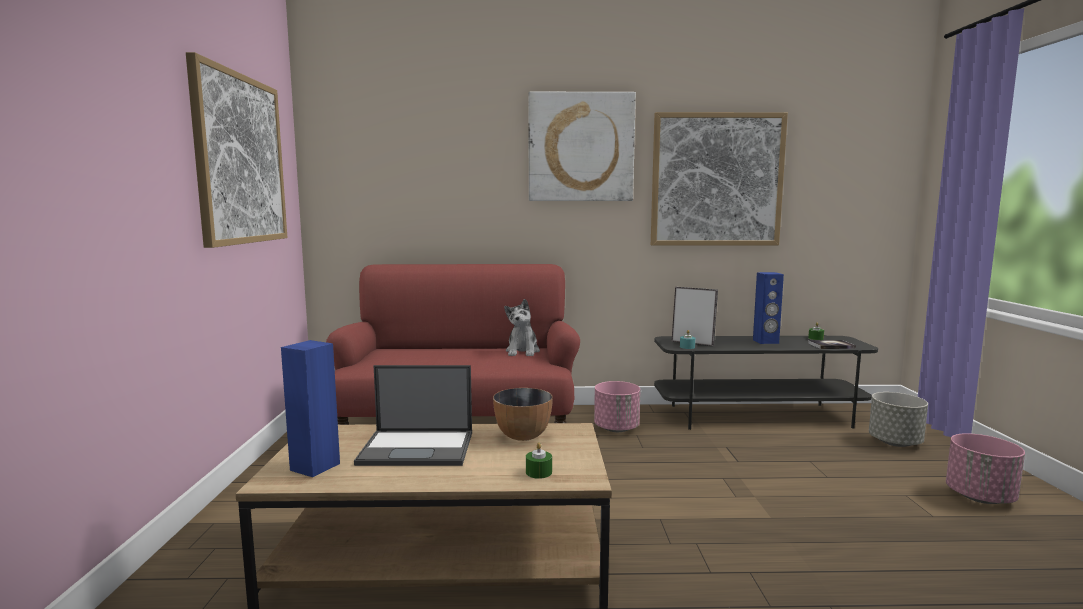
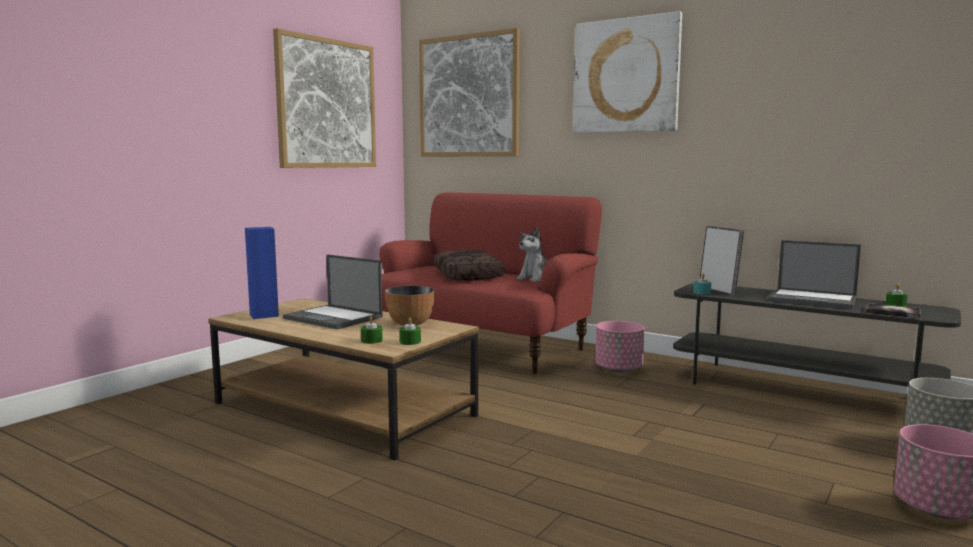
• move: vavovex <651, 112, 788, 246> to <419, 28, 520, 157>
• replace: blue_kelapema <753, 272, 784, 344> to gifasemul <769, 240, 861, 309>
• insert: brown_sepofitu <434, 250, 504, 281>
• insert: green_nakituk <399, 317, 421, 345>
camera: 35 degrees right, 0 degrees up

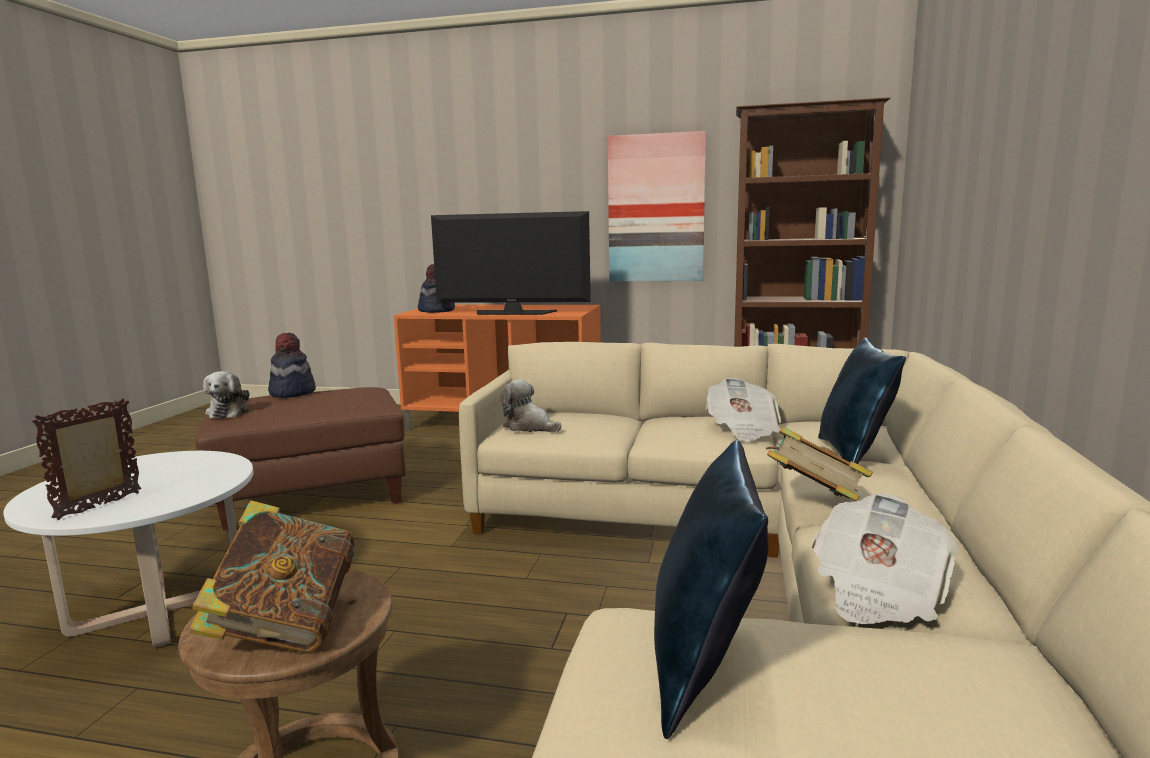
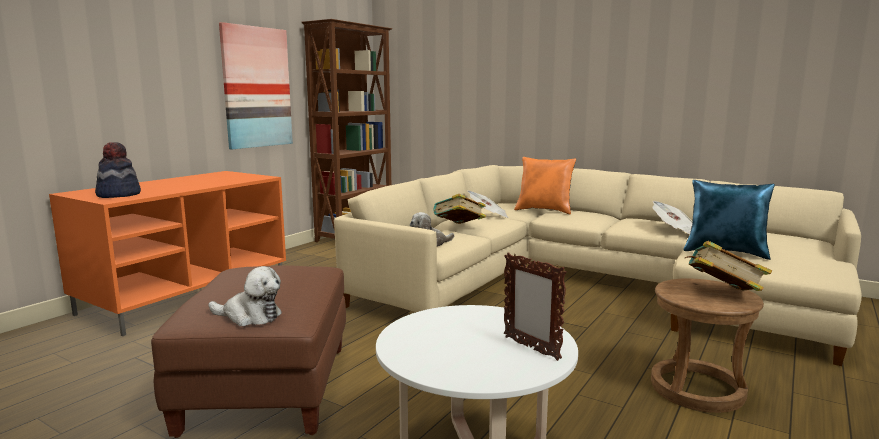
• delete: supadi <431, 211, 591, 315>
• delete: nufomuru <268, 333, 316, 398>
• recolor: blue_sepofitu <818, 337, 906, 464> to orange_sepofitu <514, 157, 576, 214>
• move: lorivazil <766, 426, 873, 501> to <433, 194, 486, 224>
camera: 70 degrees left, 0 degrees up

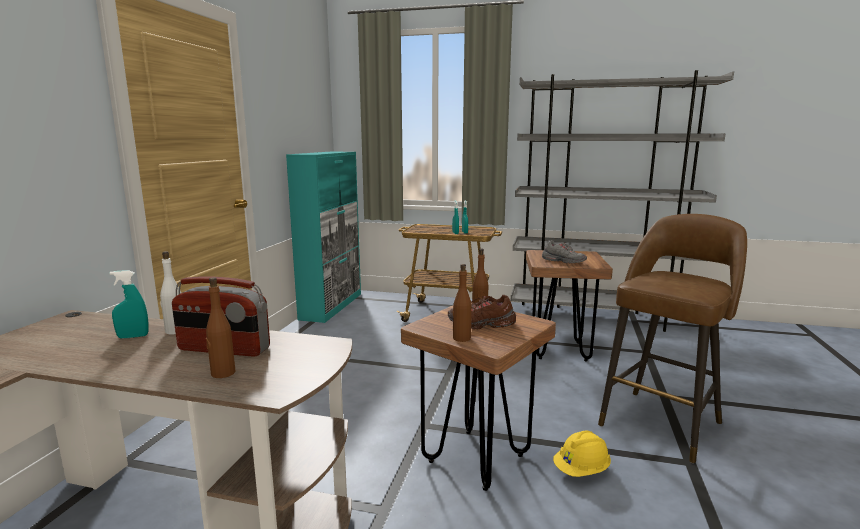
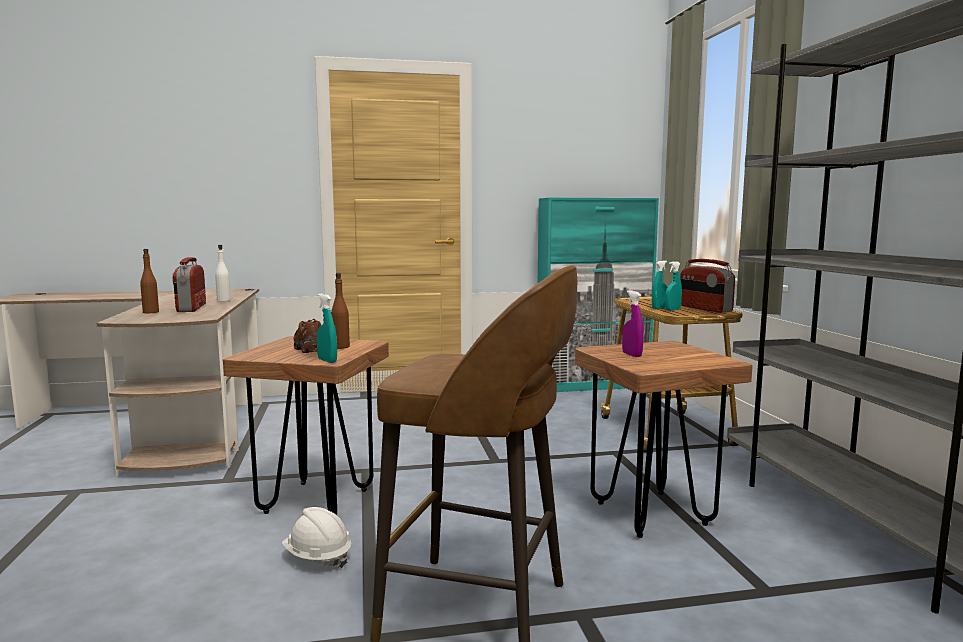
• replace: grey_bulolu <542, 240, 587, 263> to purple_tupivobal <622, 290, 644, 357>
• delete: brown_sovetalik <453, 264, 472, 342>
• move: turquoise_tupivobal <110, 270, 149, 338> to <316, 294, 337, 363>
• recolor: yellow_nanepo <553, 431, 611, 477> to white_nanepo <282, 507, 351, 568>
• insert: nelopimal <680, 259, 735, 313>
camera: 65 degrees right, 5 degrees down

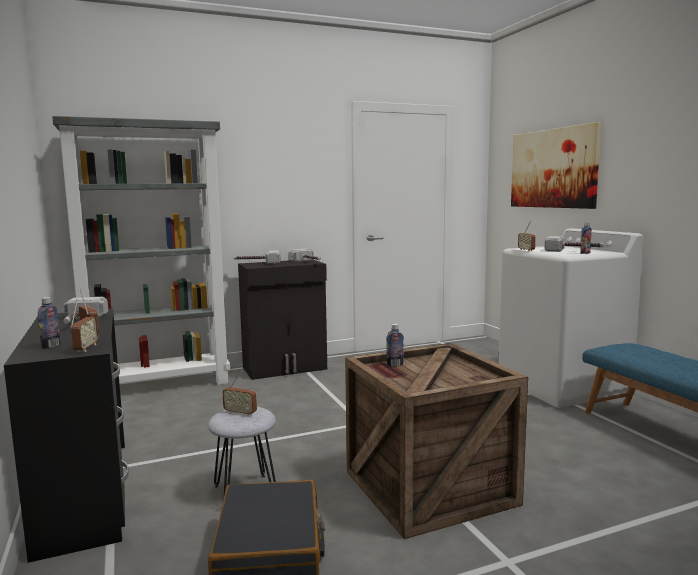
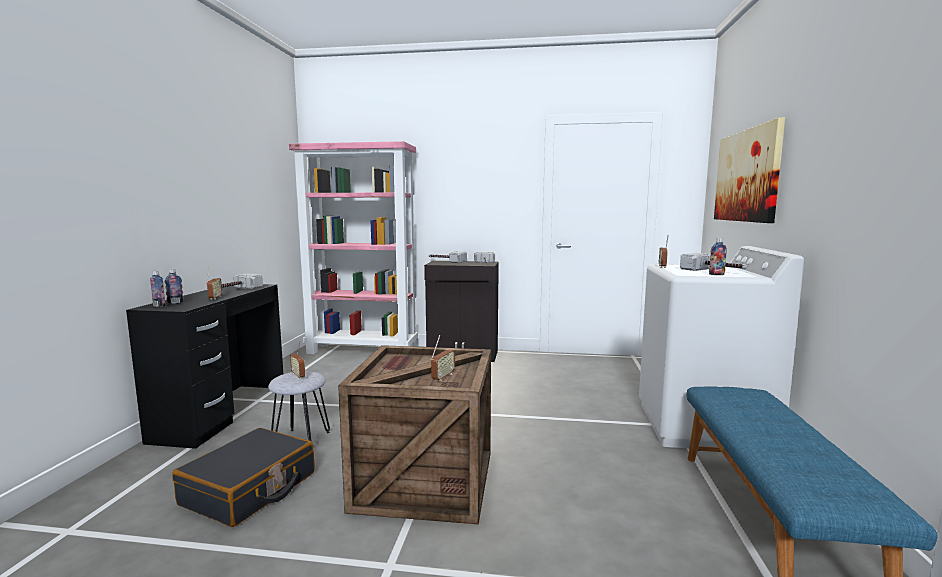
• recolor: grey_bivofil <52, 116, 230, 385> to pink_bivofil <289, 141, 418, 354>
• move: nelopimal <70, 299, 98, 352> to <431, 335, 455, 381>
• move: sovetalik <386, 324, 404, 366> to <150, 271, 166, 307>
camera: 30 degrees right, 0 degrees up

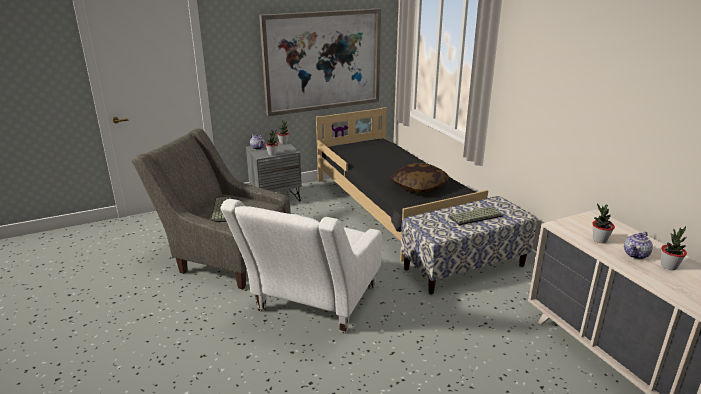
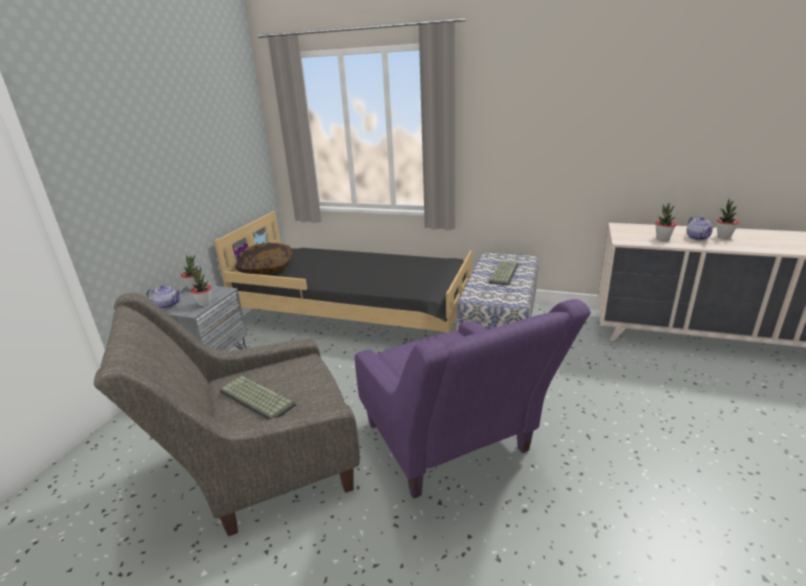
• delete: vavovex <259, 9, 381, 116>
• move: sepofitu <390, 163, 449, 194> to <235, 243, 293, 275>
• recolor: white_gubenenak <220, 199, 382, 334> to purple_gubenenak <355, 299, 591, 498>
camera: 45 degrees left, 0 degrees up

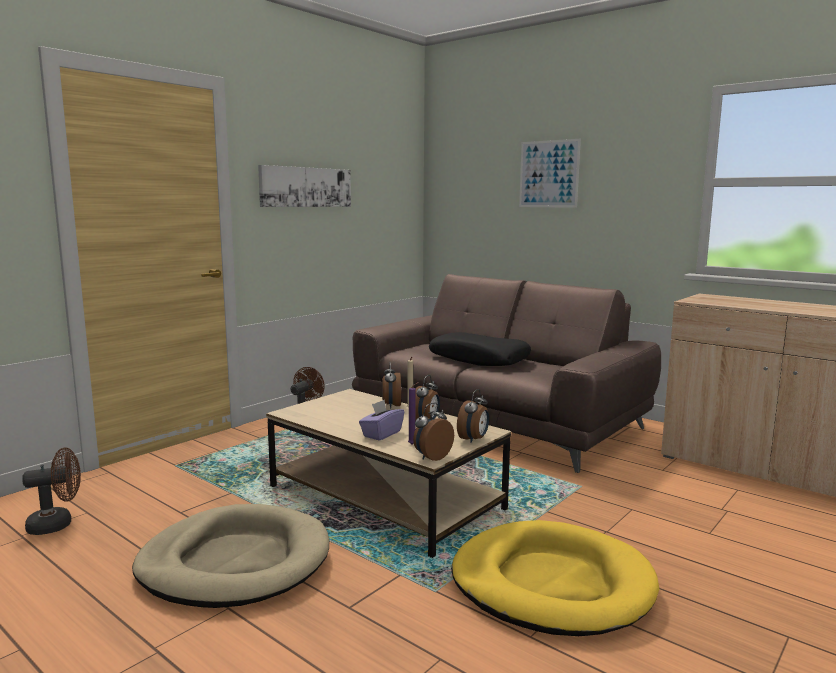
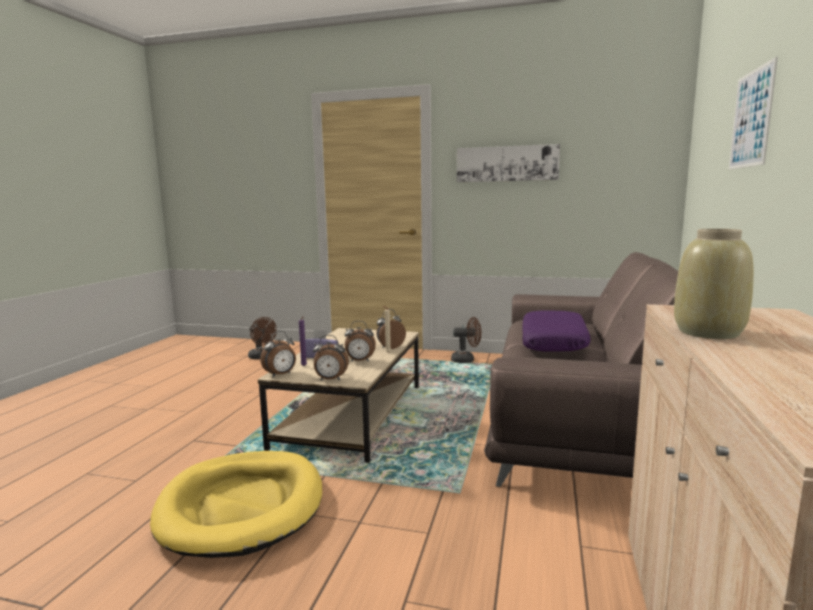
• recolor: black_sepofitu <429, 332, 531, 366> to purple_sepofitu <522, 310, 591, 351>
• rotate: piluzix <413, 403, 454, 461> = <260, 331, 296, 377> 120 degrees clockwise
• delete: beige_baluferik <132, 504, 329, 608>
• insert: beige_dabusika <674, 229, 754, 339>
camera: 65 degrees right, 0 degrees up

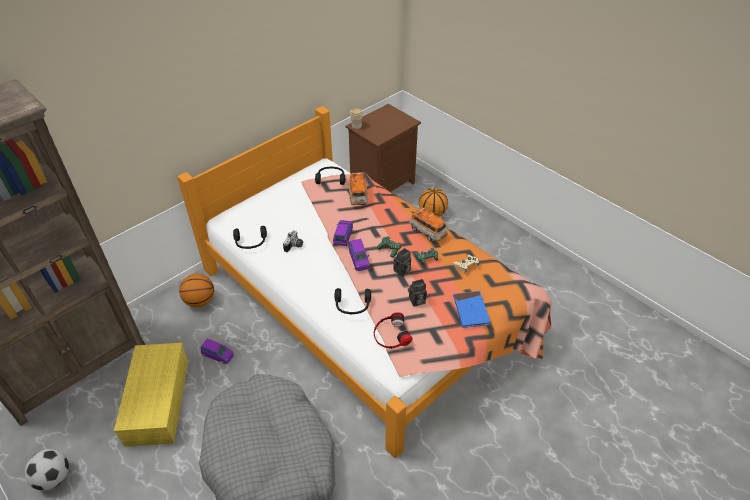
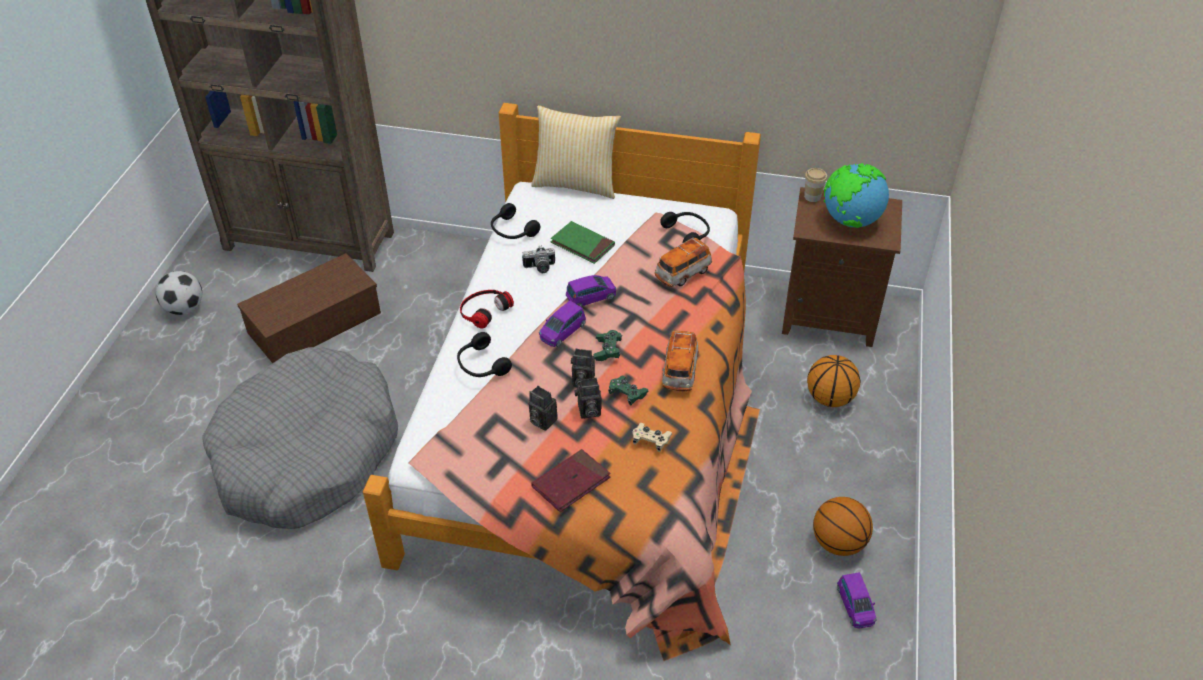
• move: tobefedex <179, 274, 214, 307> to <813, 497, 873, 556>
• recolor: blue_lorivazil <453, 291, 490, 328> to red_lorivazil <531, 449, 611, 512>
• move: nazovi <374, 312, 412, 349> to <460, 290, 514, 329>
• move: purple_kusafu <200, 339, 233, 364> to <837, 572, 877, 629>
• recolor: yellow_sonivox <114, 343, 188, 447> to brown_sonivox <237, 253, 381, 363>
• insert: sepofitu <531, 105, 621, 199>
• insert: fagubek <824, 163, 889, 228>
• insert: green_lorivazil <551, 221, 615, 264>
• insert: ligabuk <574, 378, 602, 419>
camera: 55 degrees right, 0 degrees up

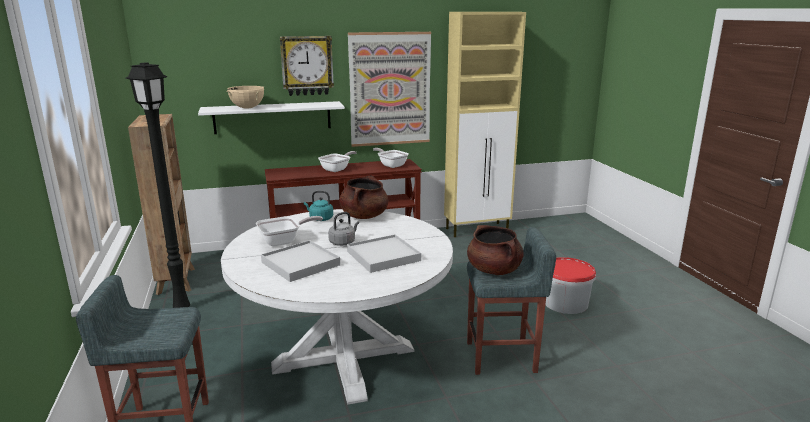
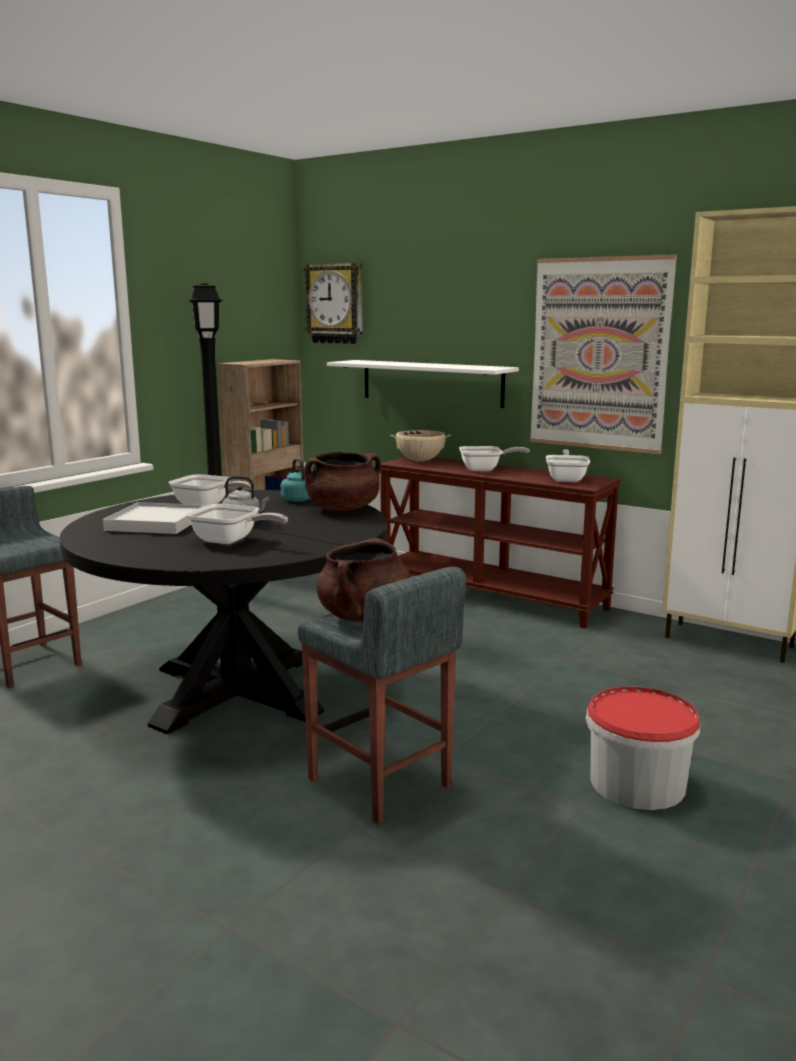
• move: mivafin <280, 36, 334, 96> to <303, 263, 363, 344>
• move: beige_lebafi <226, 86, 264, 109> to <390, 430, 451, 462>
• recolor: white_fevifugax <221, 209, 453, 405> to black_fevifugax <60, 490, 387, 734>
• replace: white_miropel <347, 234, 421, 273> to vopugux <186, 504, 288, 544>
camera: 50 degrees right, 5 degrees down

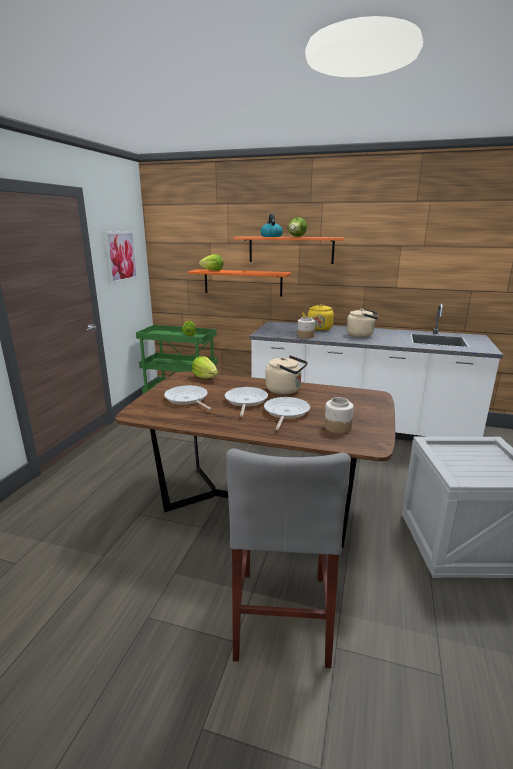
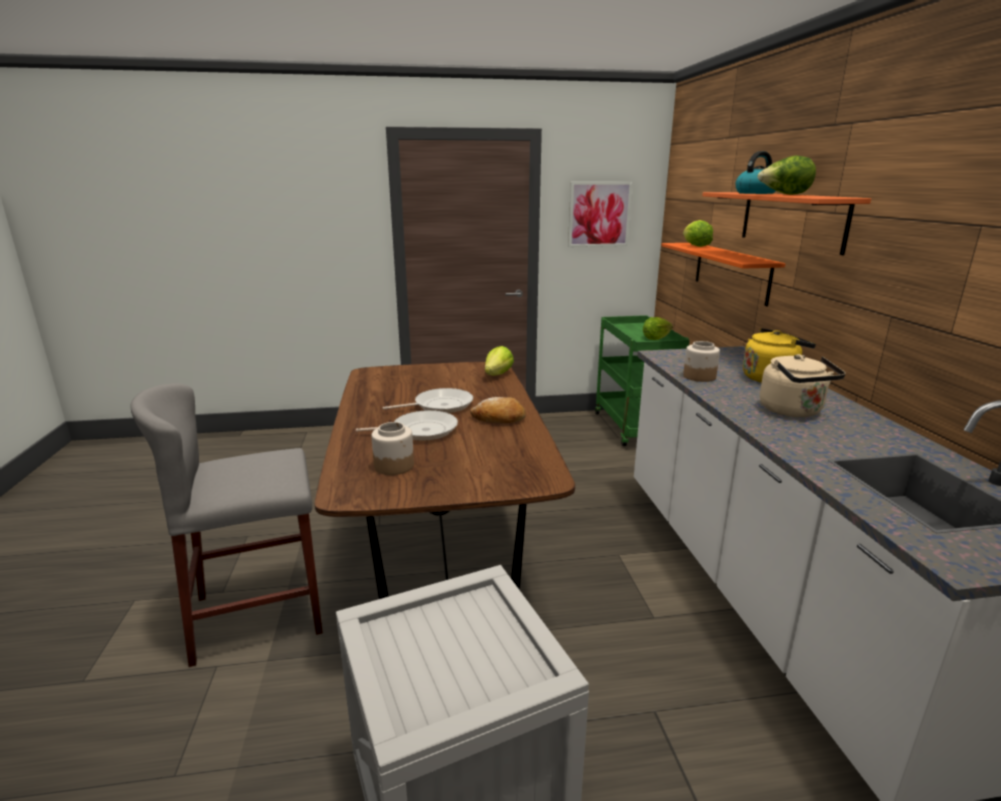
• replace: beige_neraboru <265, 355, 308, 395> to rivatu <470, 397, 526, 424>
• delete: vopugux <164, 385, 212, 410>
camera: 65 degrees right, 0 degrees up

